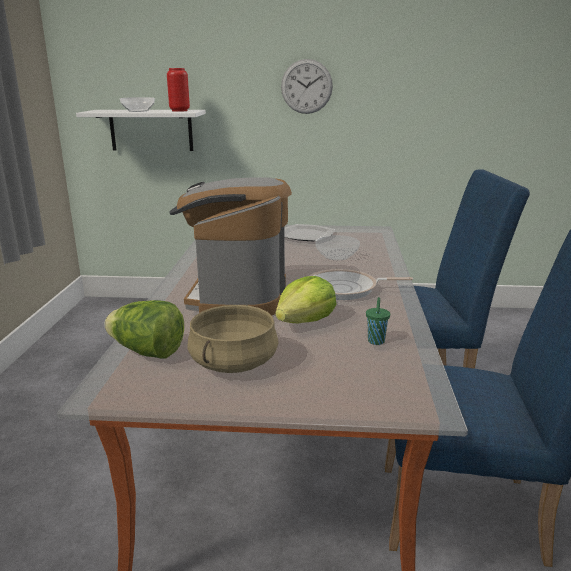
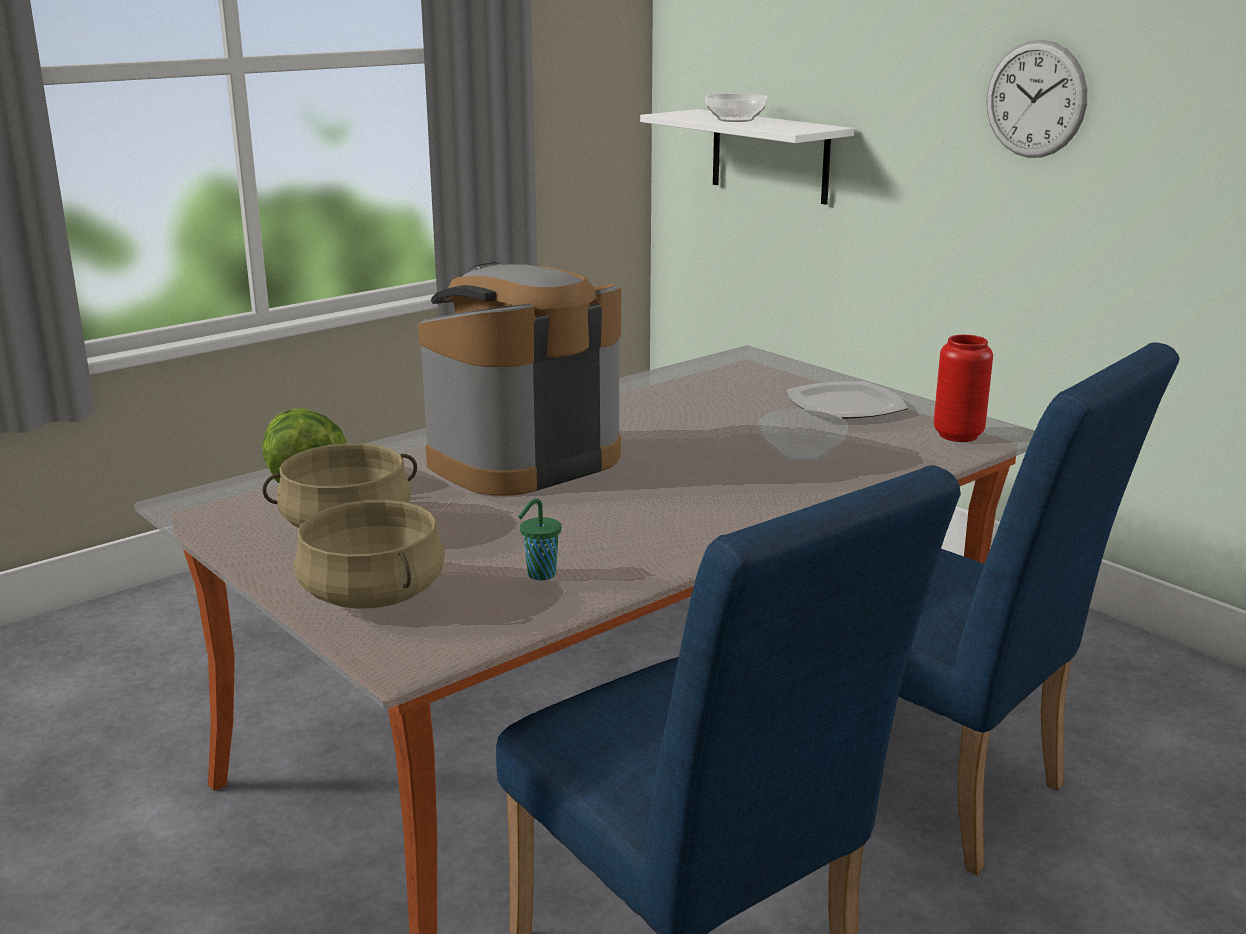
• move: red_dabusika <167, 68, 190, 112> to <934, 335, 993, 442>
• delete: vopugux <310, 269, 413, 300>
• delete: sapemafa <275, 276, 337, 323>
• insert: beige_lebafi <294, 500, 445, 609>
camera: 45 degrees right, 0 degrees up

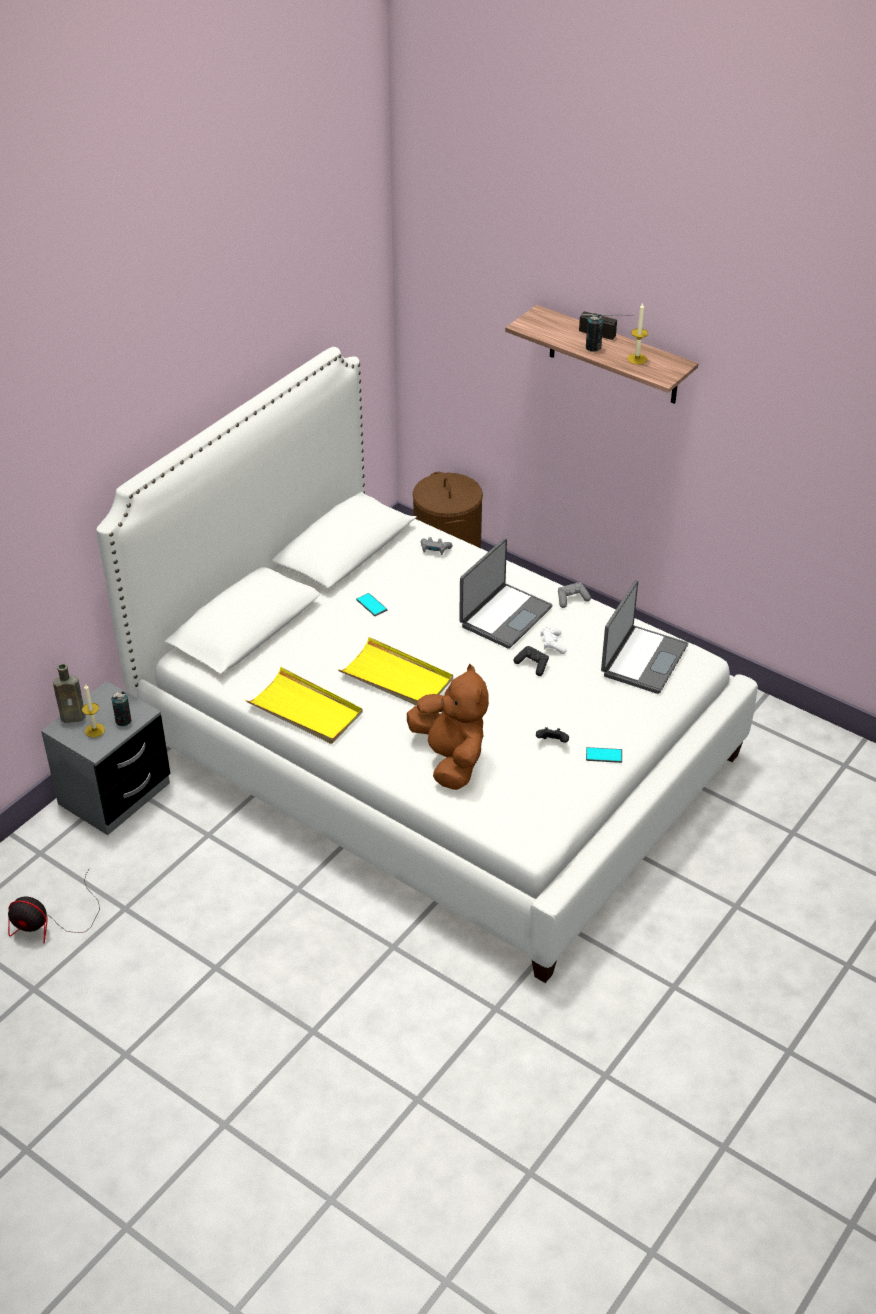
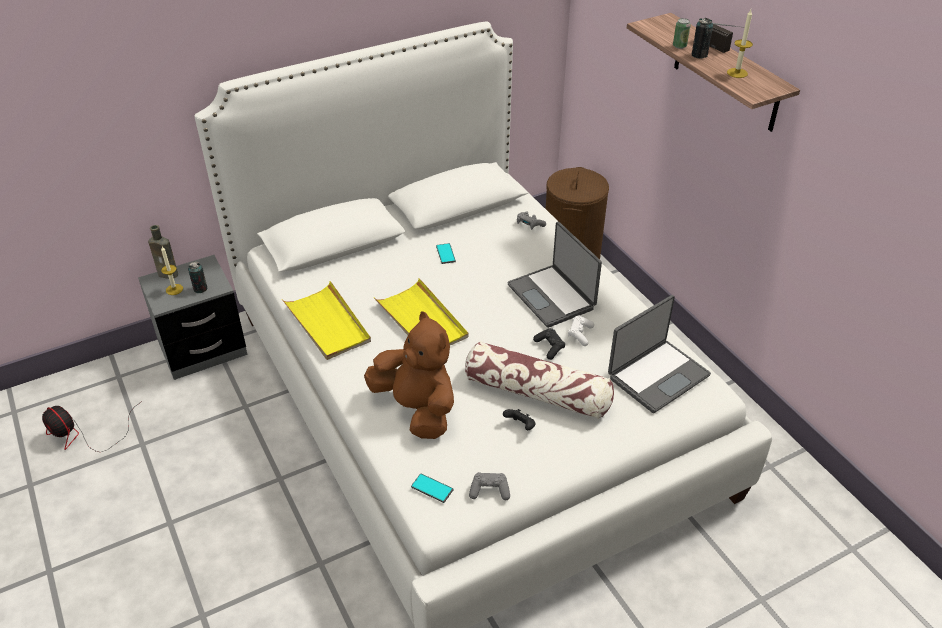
• rotate: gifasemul <459, 538, 553, 649> = <507, 222, 602, 328> 90 degrees clockwise
• move: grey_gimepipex <558, 582, 591, 608> to <469, 472, 510, 500>
• rotate: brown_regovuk <407, 664, 489, 790> = <364, 311, 454, 439> 45 degrees counterclockwise
• move: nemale <586, 747, 622, 763> to <411, 474, 453, 503>
• insert: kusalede <673, 18, 691, 49>
• insert: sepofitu <465, 341, 614, 419>
camera: 25 degrees right, 0 degrees up

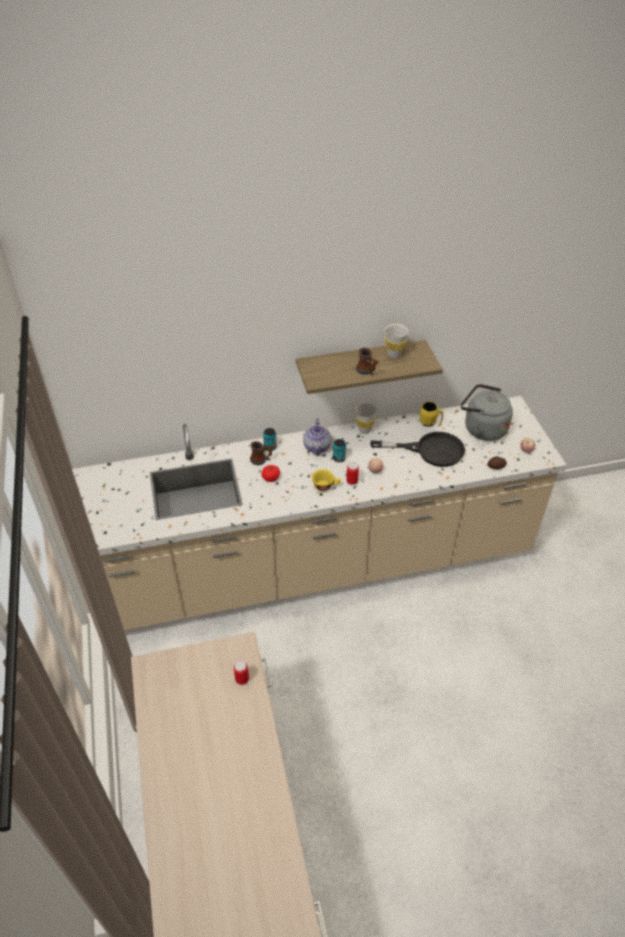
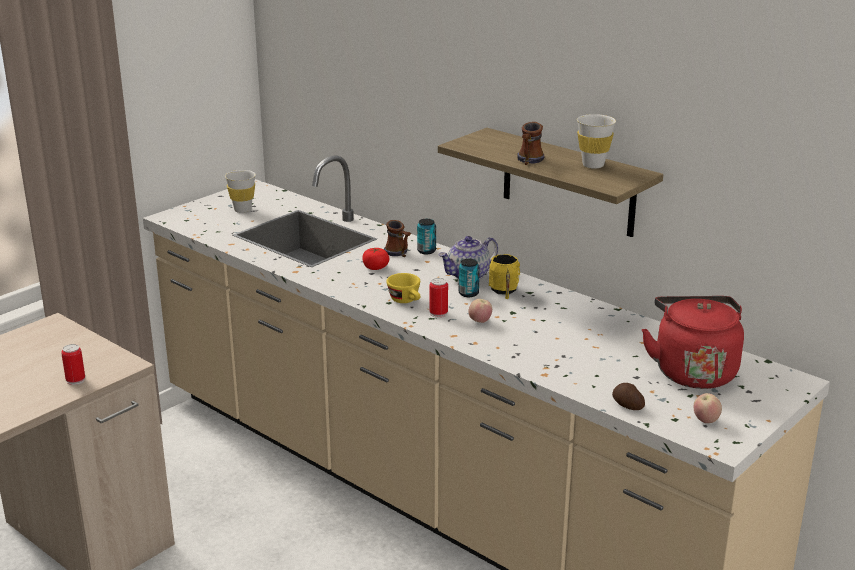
• recolor: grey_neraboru <461, 384, 513, 441> to red_neraboru <641, 296, 744, 389>
• move: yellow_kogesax <420, 402, 444, 427> to <489, 254, 520, 299>
• move: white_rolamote <355, 403, 377, 434> to <225, 170, 256, 213>
• delete: black_vopugux <370, 432, 465, 467>
camera: 55 degrees right, 20 degrees down

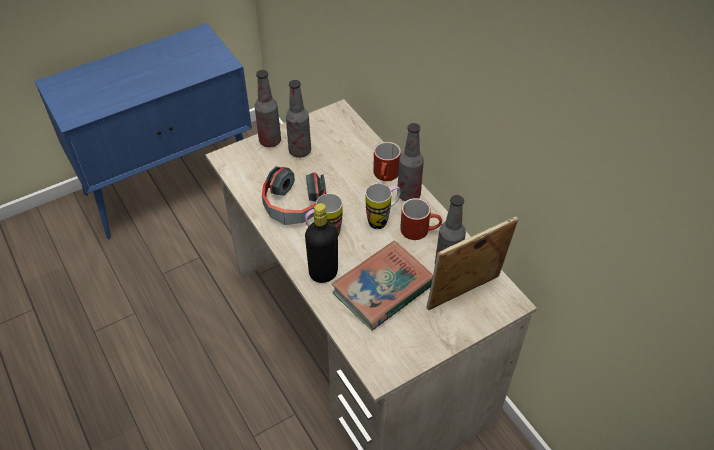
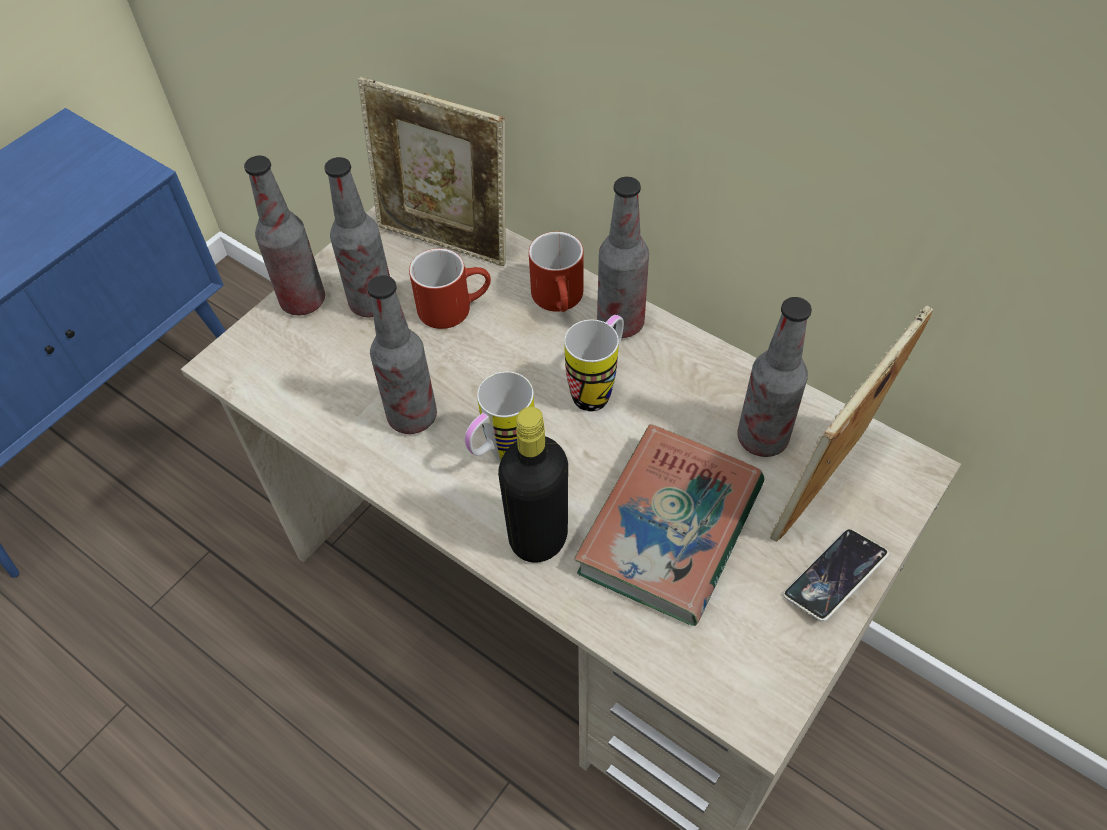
• replace: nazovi <262, 166, 326, 225> to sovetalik <367, 275, 437, 434>
• move: red_kogesax <400, 198, 442, 240> to <409, 248, 491, 329>
• insert: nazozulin <358, 77, 506, 266>
• insert: nemale <783, 529, 889, 622>
camera: 20 degrees left, 5 degrees up

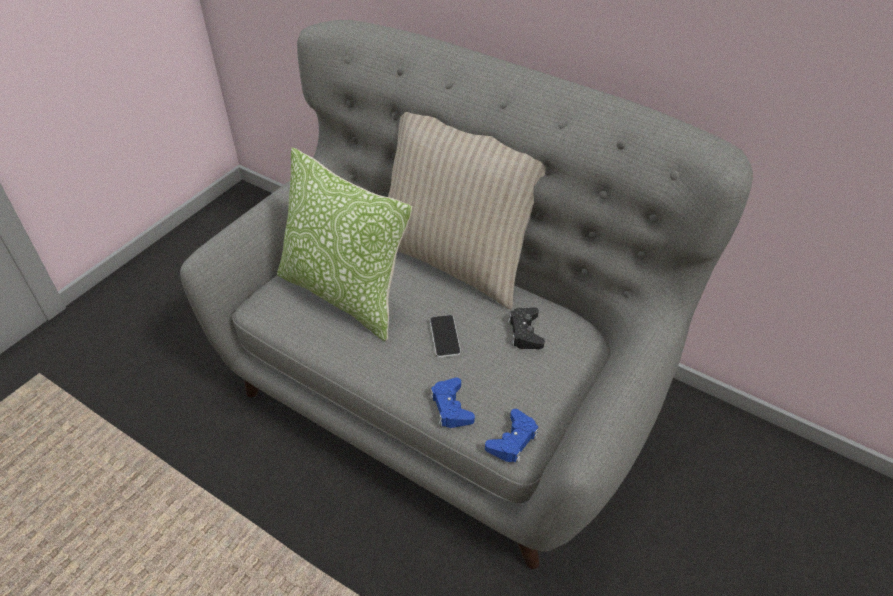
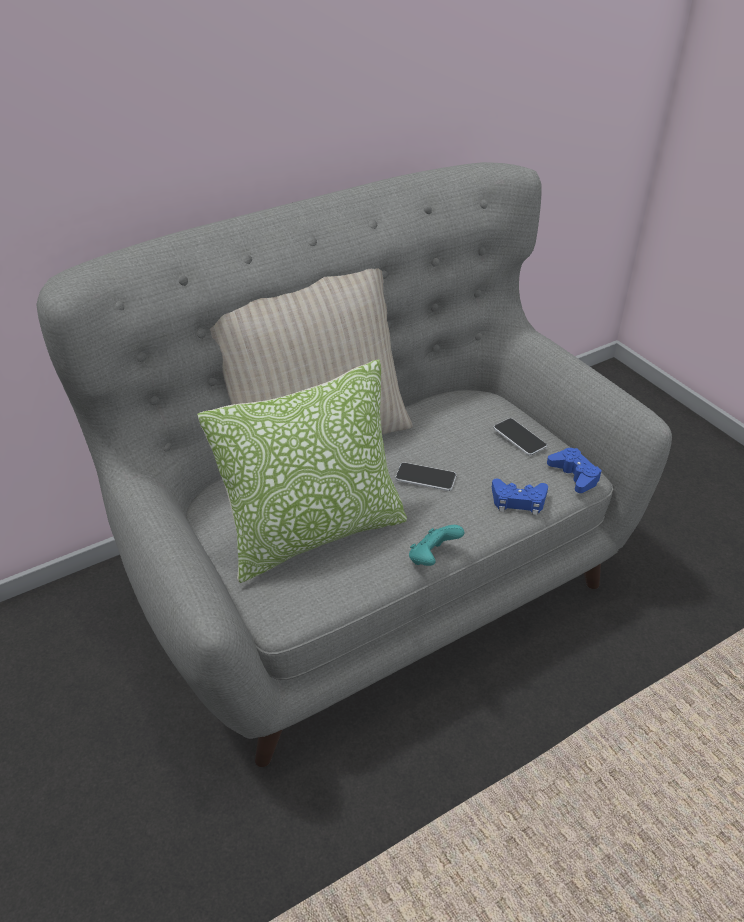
• delete: black_gimepipex <508, 307, 545, 349>
• insert: nemale <493, 418, 547, 456>
• insert: turquoise_gimepipex <409, 525, 464, 566>
camera: 65 degrees left, 5 degrees down

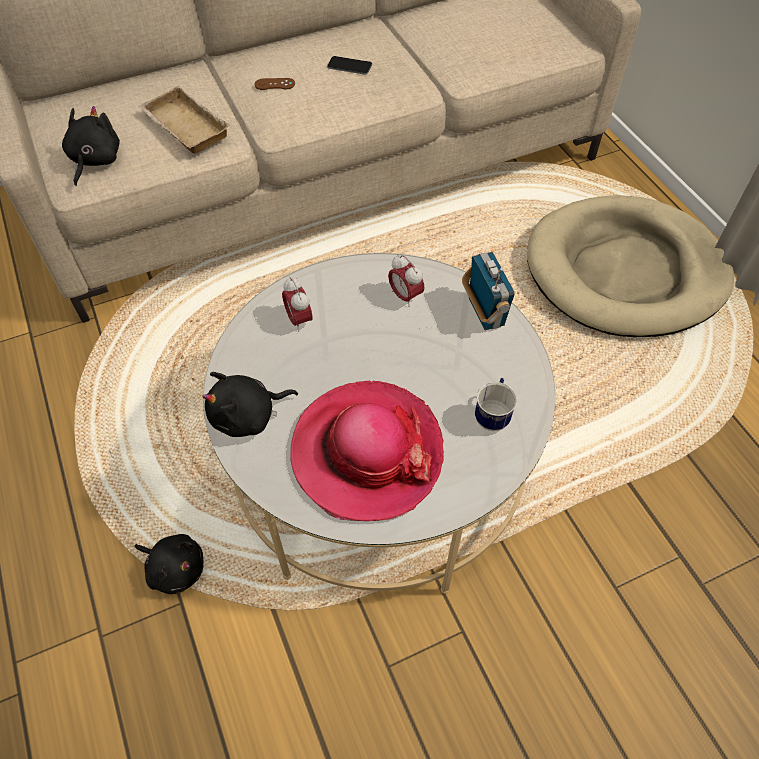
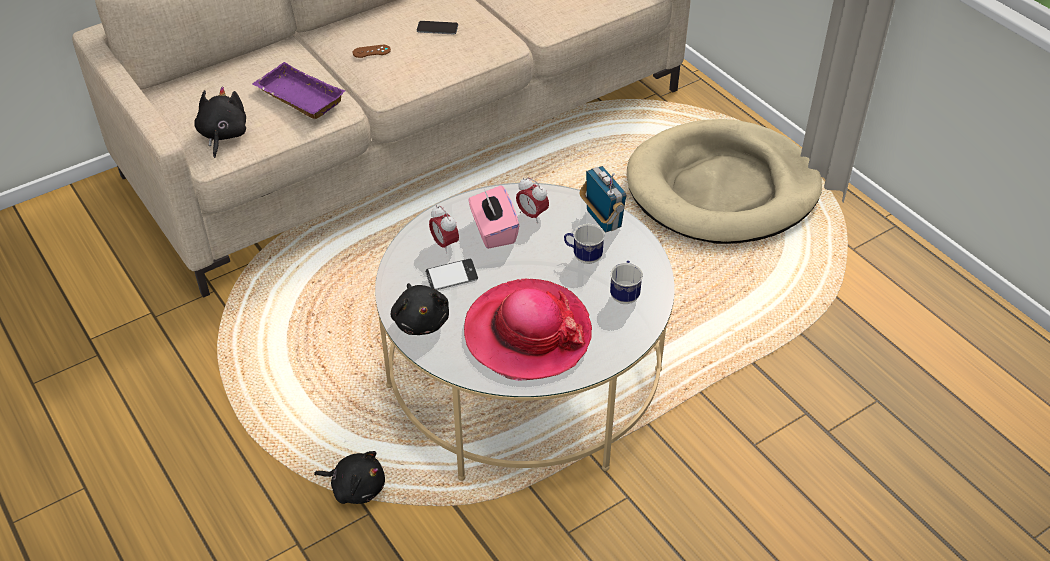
• recolor: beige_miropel <138, 86, 231, 153> to purple_miropel <252, 62, 345, 119>
• rotate: black_regovuk <202, 372, 298, 437> = <391, 283, 449, 335> 75 degrees counterclockwise
• insert: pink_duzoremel <468, 186, 519, 249>
• insert: kogesax <564, 224, 605, 264>
• insert: nemale <425, 259, 478, 290>
camera: 10 degrees left, 10 degrees down

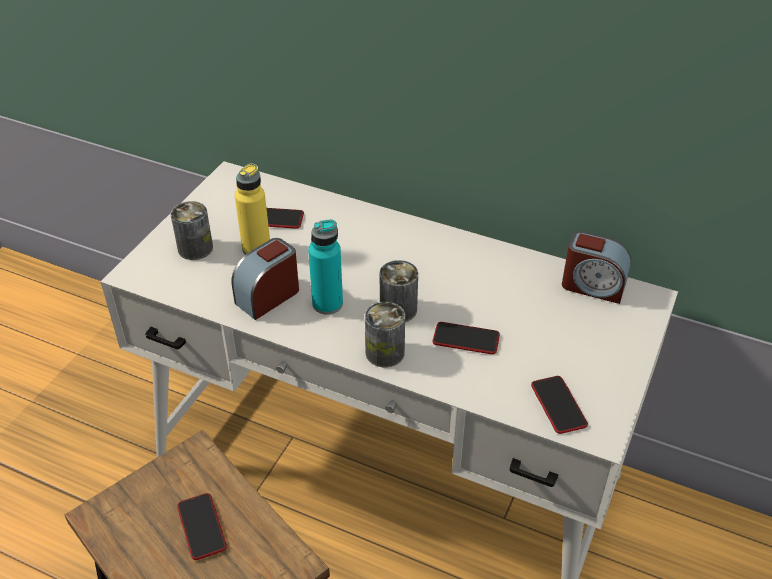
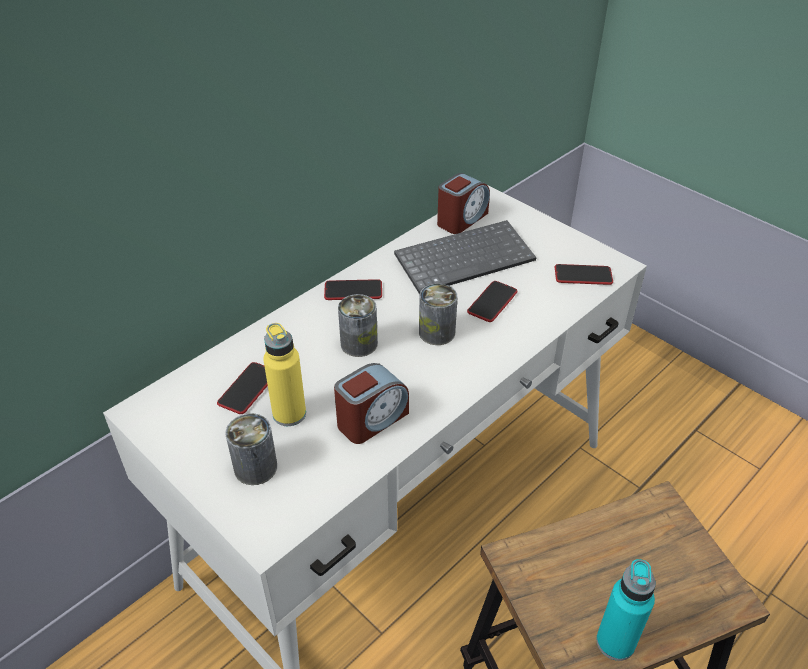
• move: turquoise_sovetalik <308, 219, 343, 315> to <596, 559, 656, 661>
• rotate: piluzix <232, 238, 299, 320> = <334, 363, 409, 444> 105 degrees counterclockwise
• move: kusalede <365, 302, 405, 367> to <338, 294, 378, 357>
• move: nemale <177, 493, 227, 560> to <324, 279, 382, 300>
• insert: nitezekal <394, 220, 537, 294>
camera: 70 degrees left, 0 degrees up

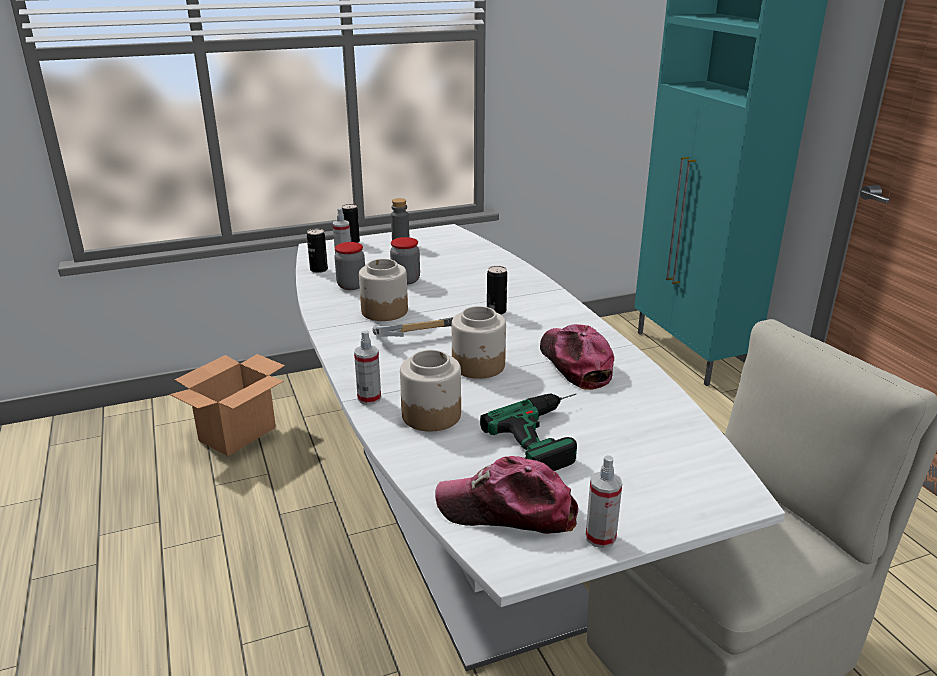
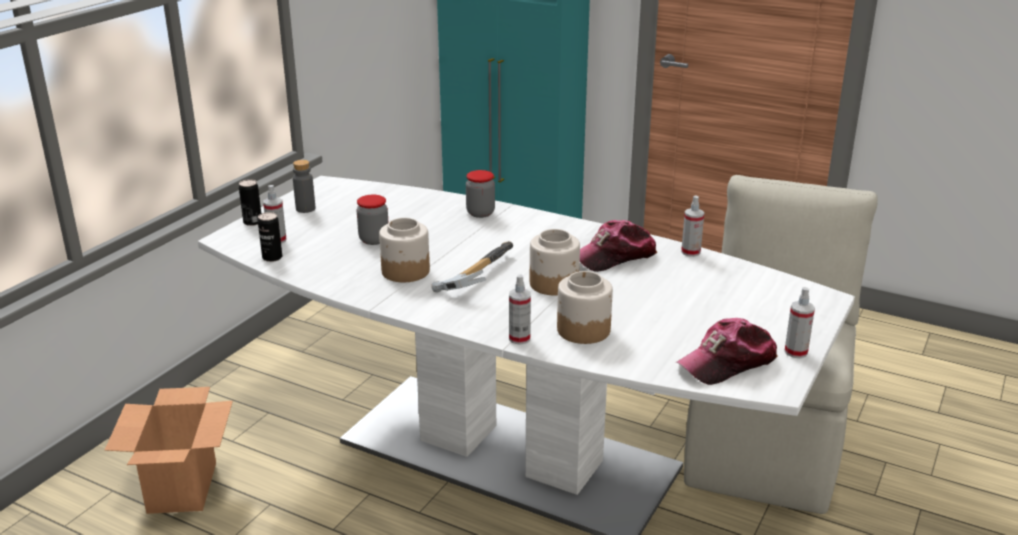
• move: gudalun <334, 242, 365, 290> to <466, 170, 495, 218>
• delete: kusalede <487, 266, 507, 315>
• rotate: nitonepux <540, 324, 614, 390> = <580, 220, 658, 272> 60 degrees counterclockwise
• delete: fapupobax <480, 393, 577, 471>
• insert: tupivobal <681, 196, 704, 257>
camera: 40 degrees left, 0 degrees up

